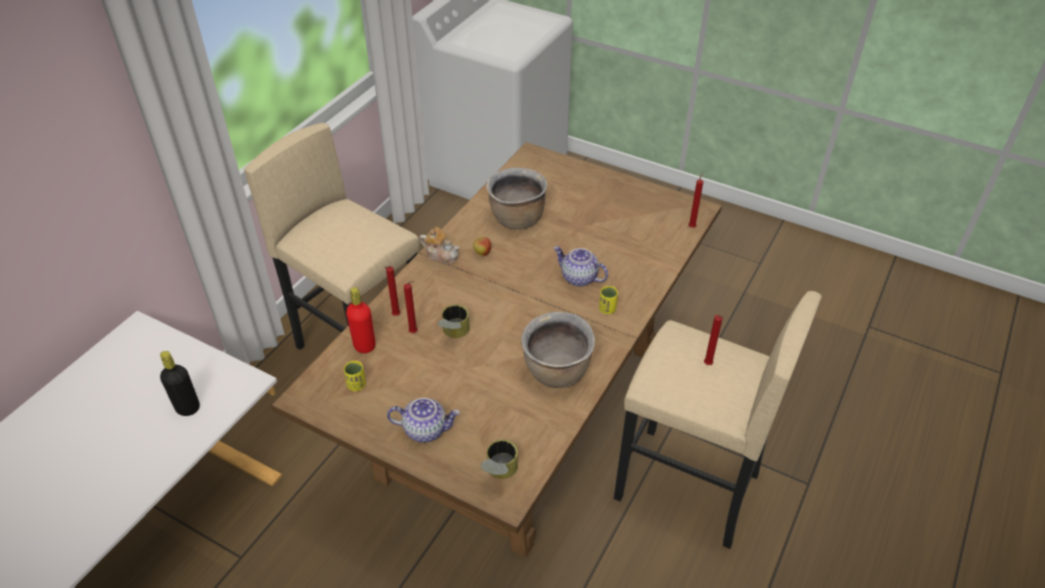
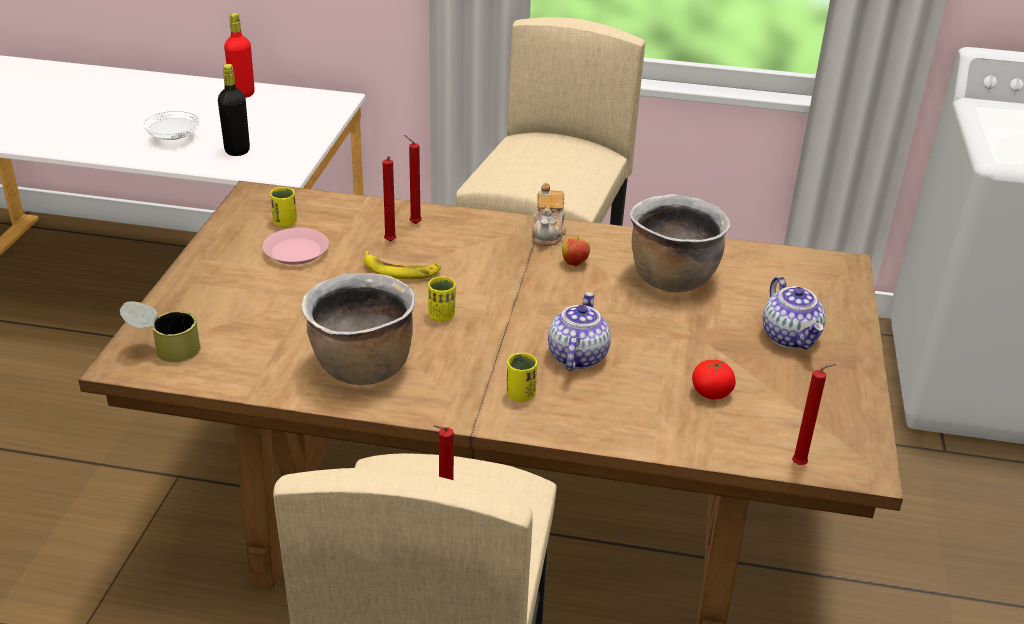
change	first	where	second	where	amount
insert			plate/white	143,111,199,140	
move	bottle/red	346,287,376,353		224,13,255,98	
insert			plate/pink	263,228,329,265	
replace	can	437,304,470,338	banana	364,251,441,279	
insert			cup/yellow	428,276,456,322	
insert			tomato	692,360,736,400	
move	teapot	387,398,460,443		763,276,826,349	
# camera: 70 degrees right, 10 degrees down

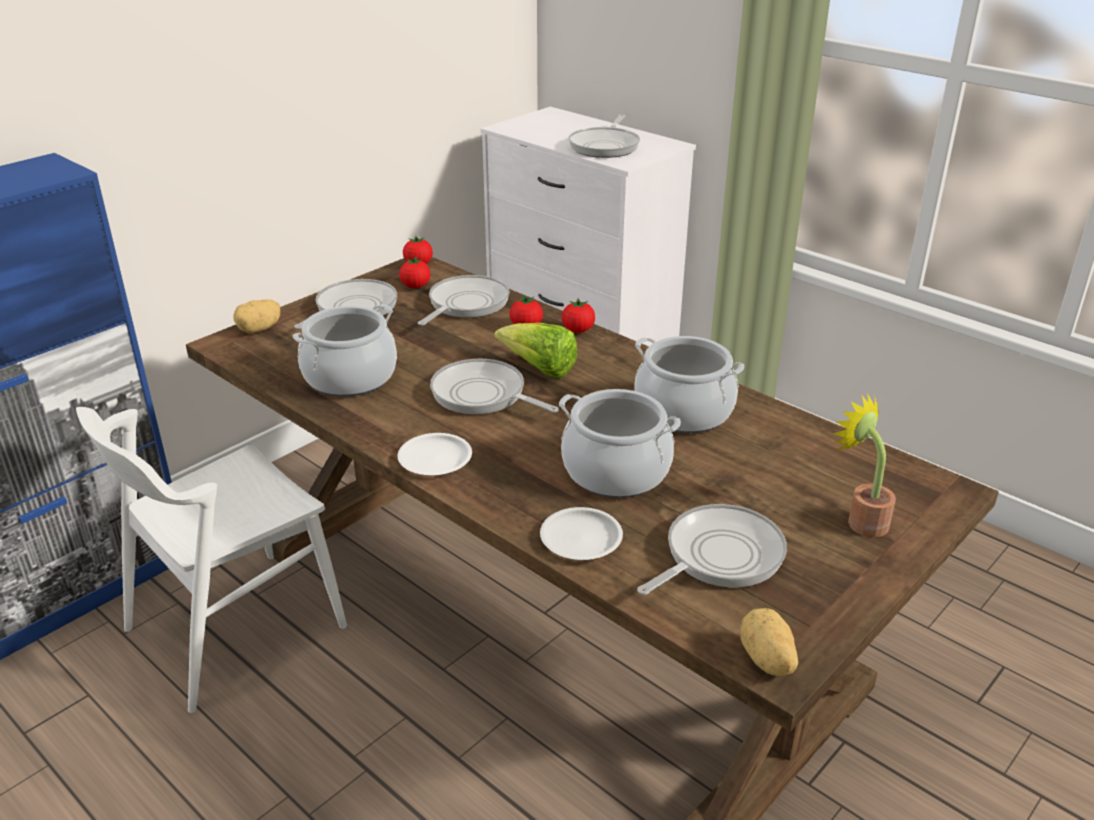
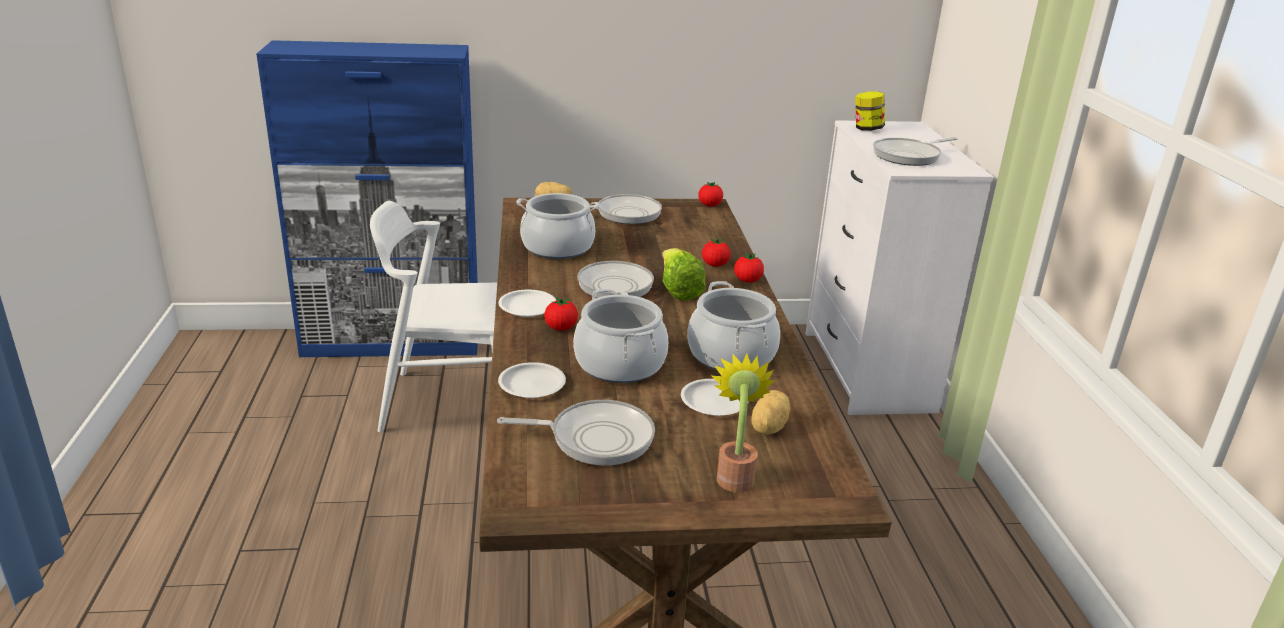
change	first	where	second	where	amount
move	tomato	399,256,430,288		544,297,578,331	
insert			plate/white	681,379,749,416	
move	potato	741,608,798,676		751,390,790,435	
insert			jar	855,92,885,131	
delete	frying pan	418,275,509,325			
# camera: 40 degrees right, 5 degrees down

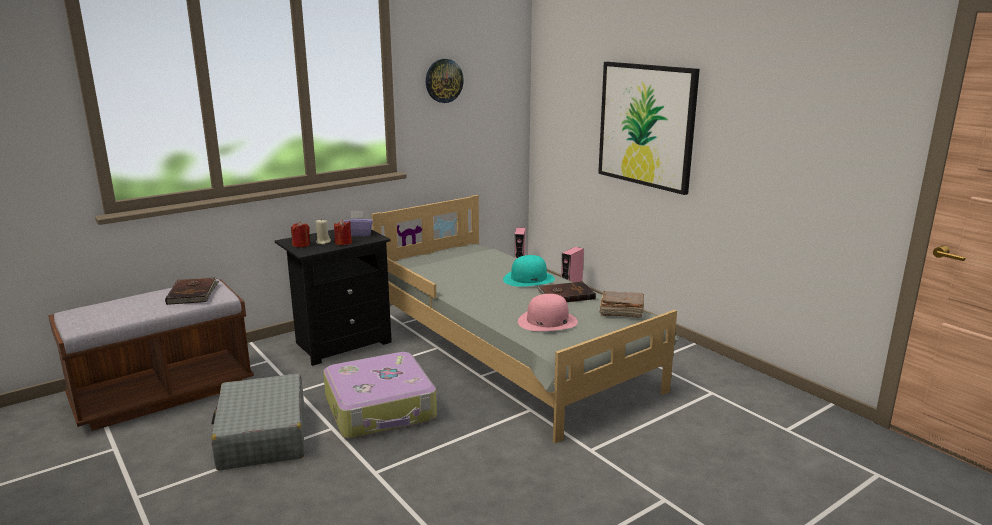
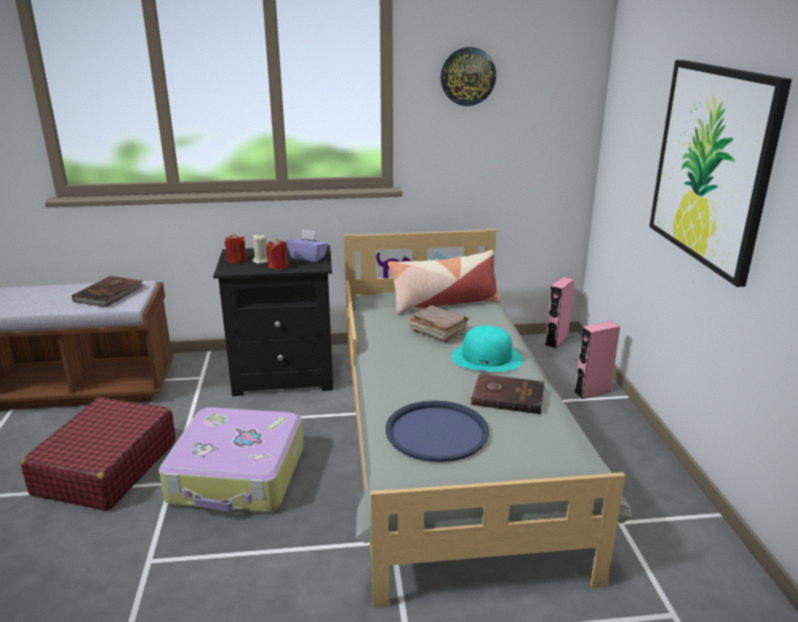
change	first	where	second	where	amount
recolor	suitcase/grey	211,374,304,470	suitcase/red	21,397,175,511	
replace	hat/pink	518,294,578,331	tray/blue	386,400,489,462	
insert			pillow	388,250,501,314	
move	book/brown	599,291,644,318		410,305,468,342	
# camera: 30 degrees right, 5 degrees up

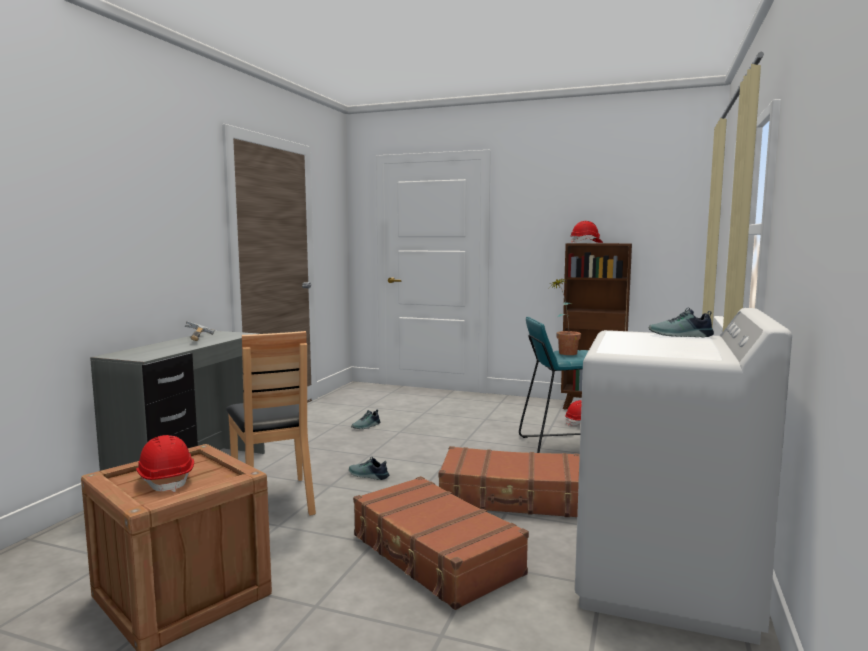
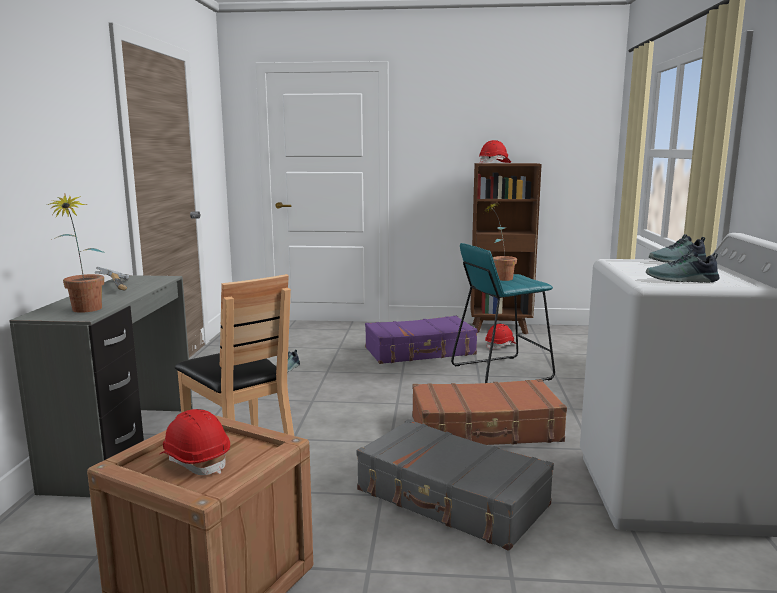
change	first	where	second	where	amount
insert			potted plant	46,194,105,313	
recolor	suitcase/brown	353,476,529,610	suitcase/grey	356,419,554,551	
insert			suitcase/purple	365,316,478,364	
move	shoe	349,457,389,480		646,249,719,283	
# camera: 15 degrees left, 5 degrees up

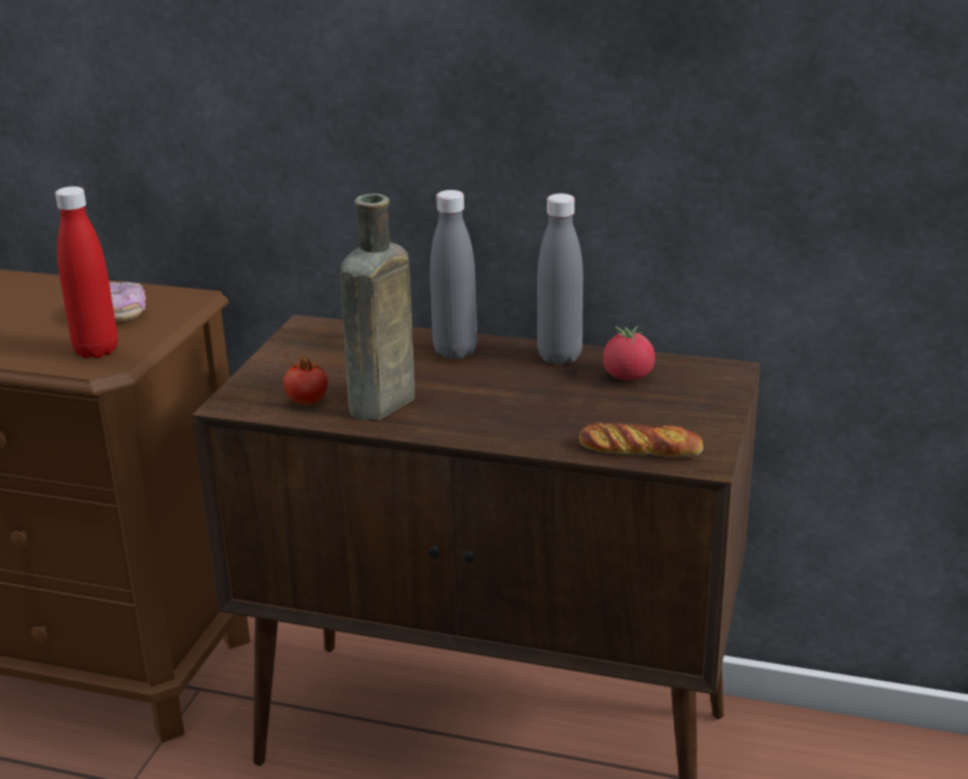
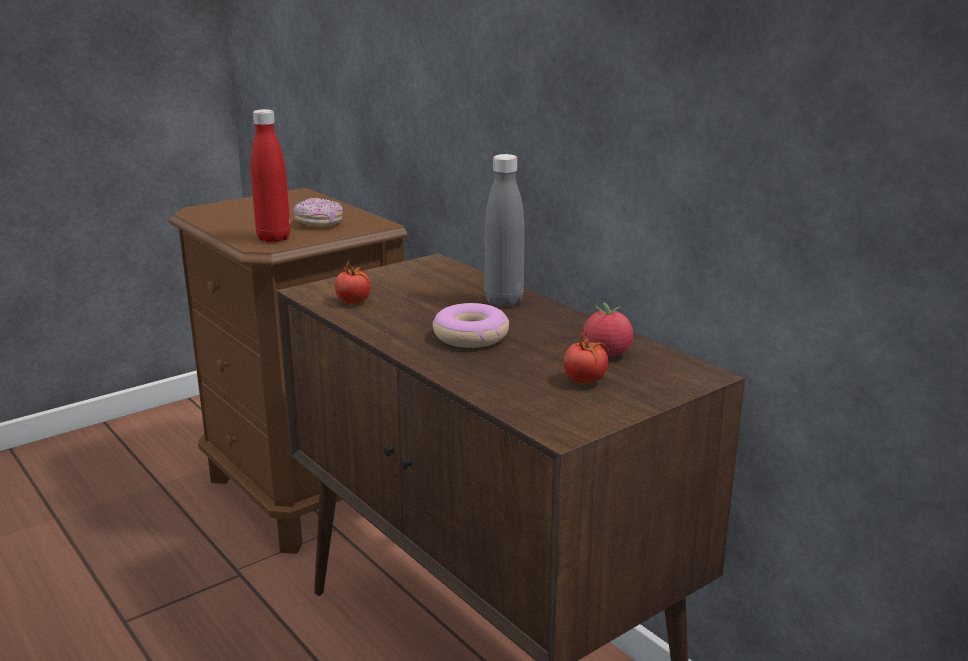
change	first	where	second	where	amount
insert			donut	432,303,509,348	
insert			tomato	563,328,609,384	
delete	bottle/brown	340,194,415,421			
delete	bottle/grey	537,193,583,365			
delete	bread	579,422,703,457			
# camera: 35 degrees right, 5 degrees down

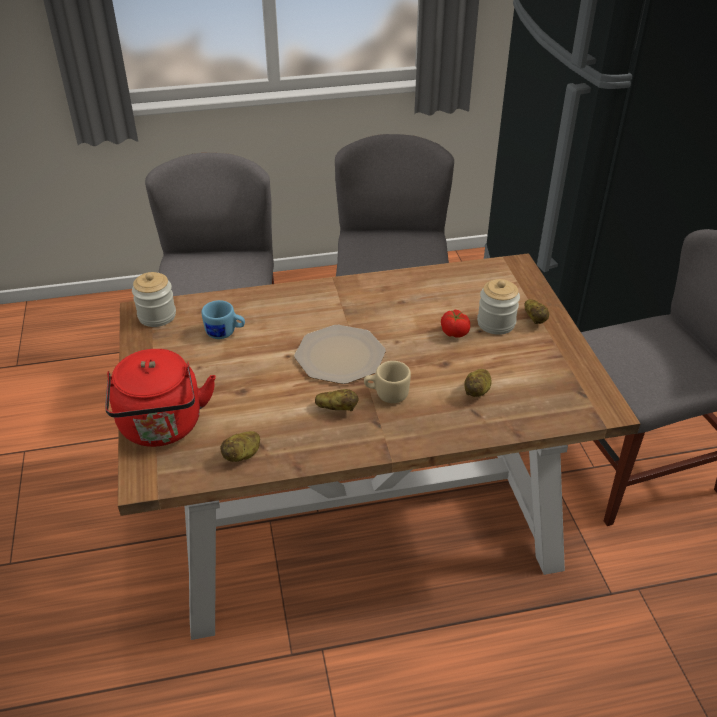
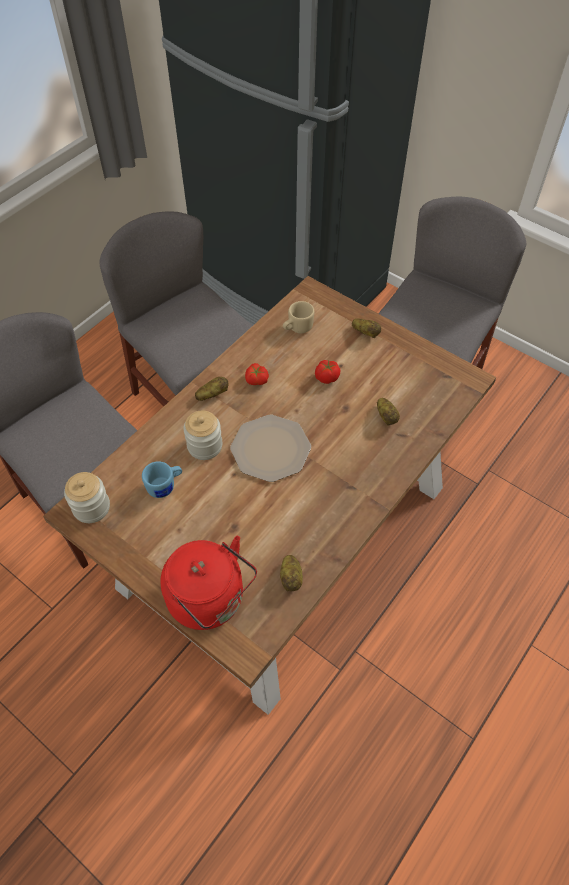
change	first	where	second	where	amount
move	jar	477,279,520,335		183,411,223,460	
move	potato	315,389,359,411		195,377,229,401	
insert			tomato	245,363,269,385	
move	mug/beige	364,361,411,403		283,301,314,333	
# camera: 40 degrees left, 15 degrees up

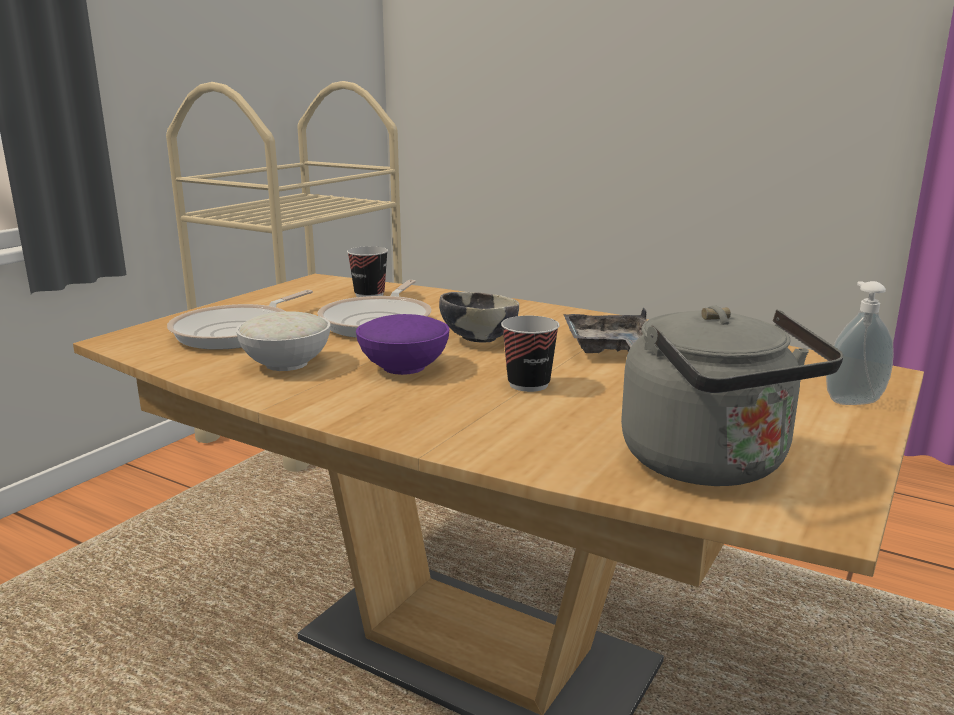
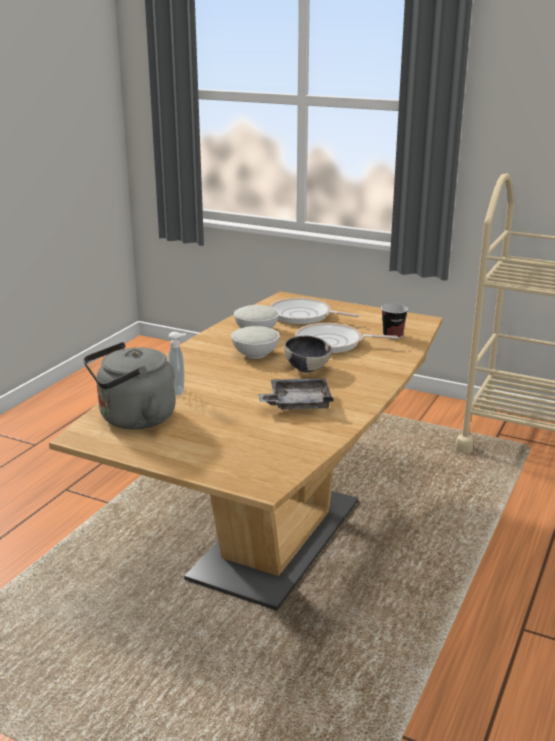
change	first	where	second	where	amount
move	soap dispenser	826,281,894,405		168,332,186,395	
recolor	bowl/purple	356,314,449,375	bowl/white	231,326,279,359	
delete	cup	501,316,560,392			
# camera: 85 degrees right, 5 degrees up

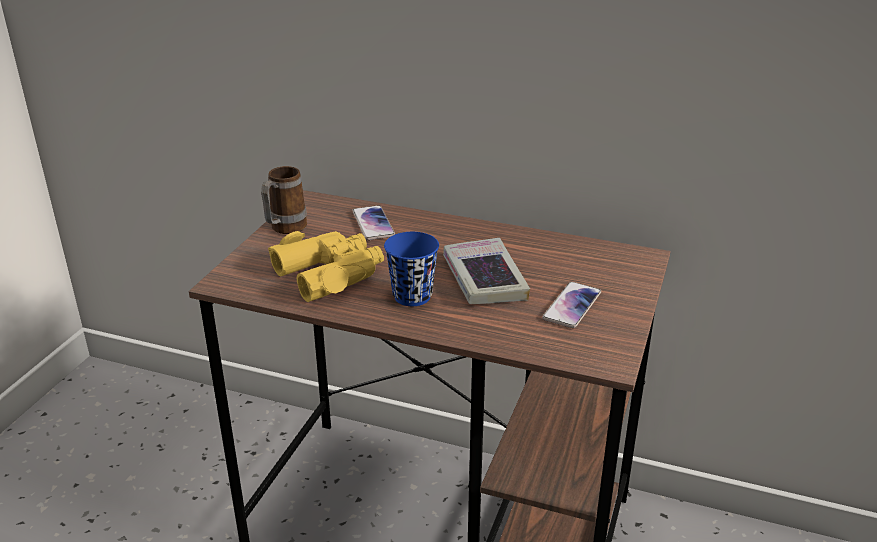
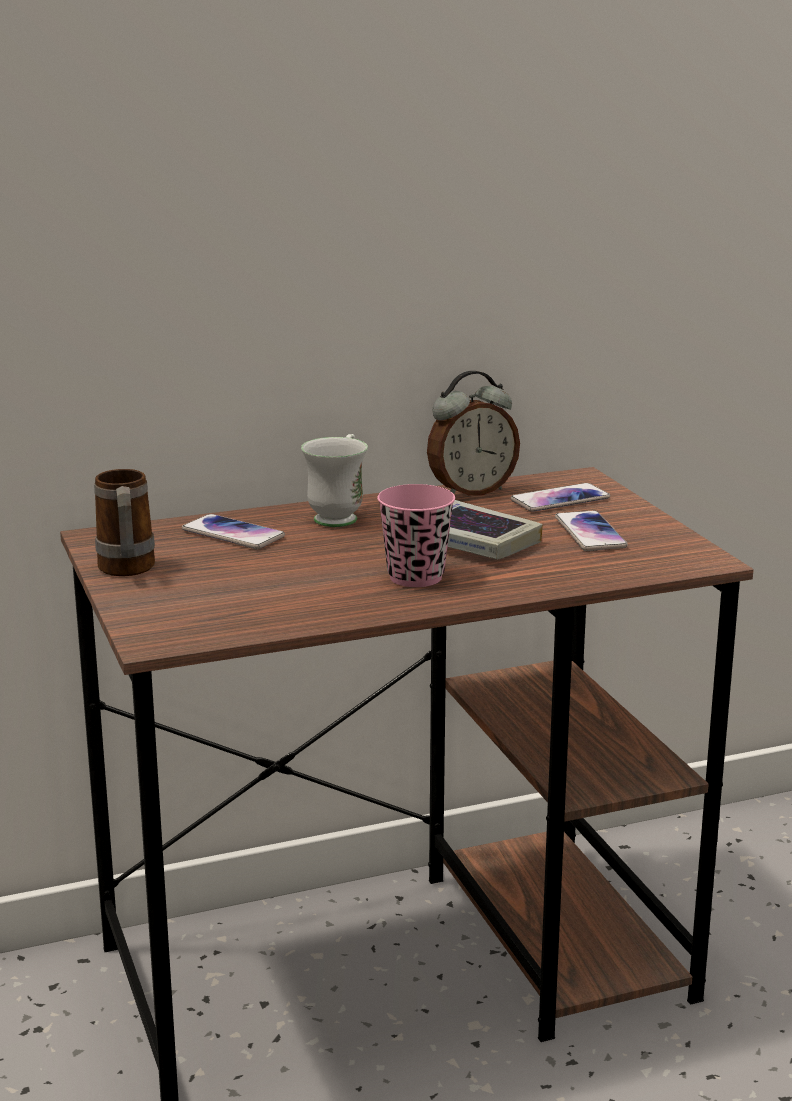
change	first	where	second	where	amount
insert			mug/white	301,434,368,527	
recolor	cup/blue	384,232,439,306	cup/pink	377,484,455,587	
insert			alarm clock	427,371,520,496	
insert			phone	511,483,610,511	
delete	binoculars/yellow	268,231,384,302			
# camera: 40 degrees left, 10 degrees down

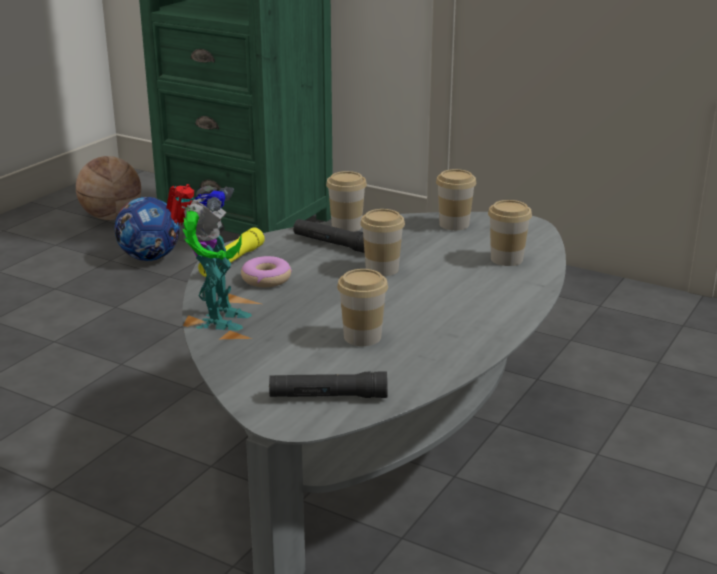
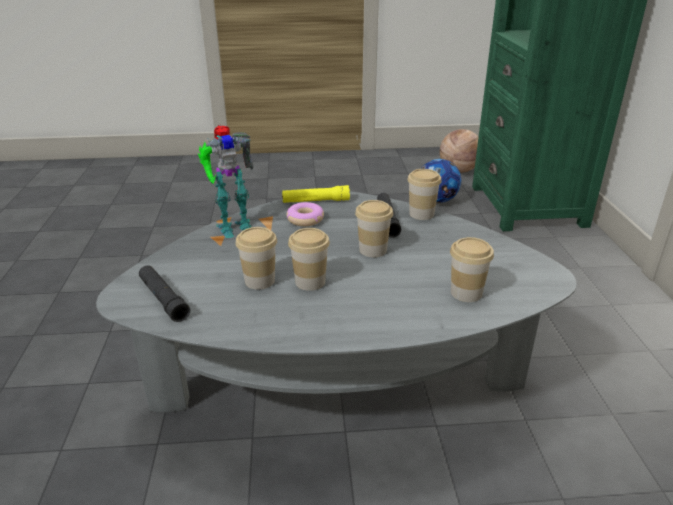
change	first	where	second	where	amount
move	cup	436,169,476,230		288,228,330,291	
# camera: 55 degrees right, 5 degrees up

